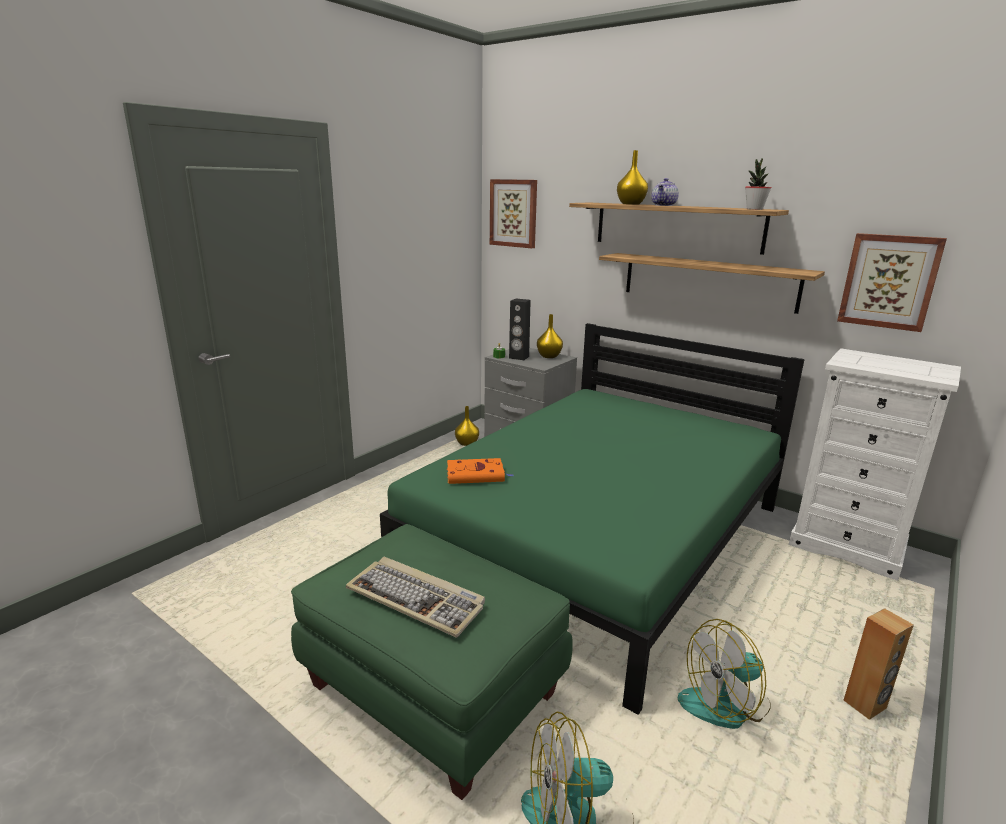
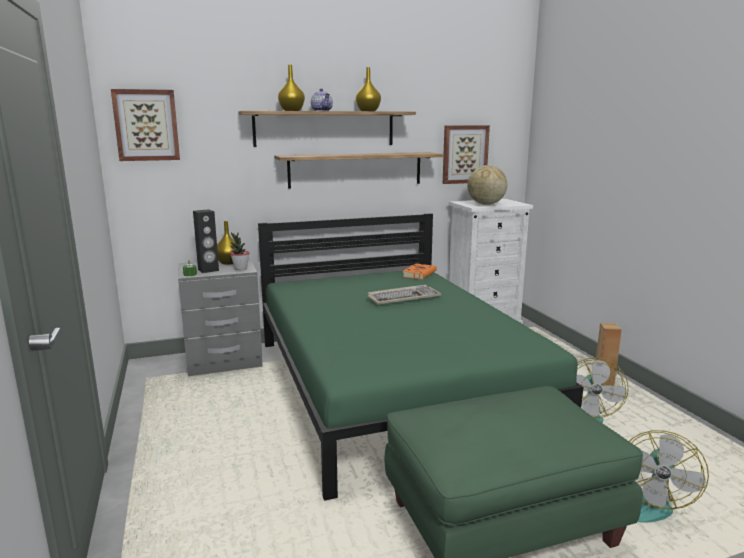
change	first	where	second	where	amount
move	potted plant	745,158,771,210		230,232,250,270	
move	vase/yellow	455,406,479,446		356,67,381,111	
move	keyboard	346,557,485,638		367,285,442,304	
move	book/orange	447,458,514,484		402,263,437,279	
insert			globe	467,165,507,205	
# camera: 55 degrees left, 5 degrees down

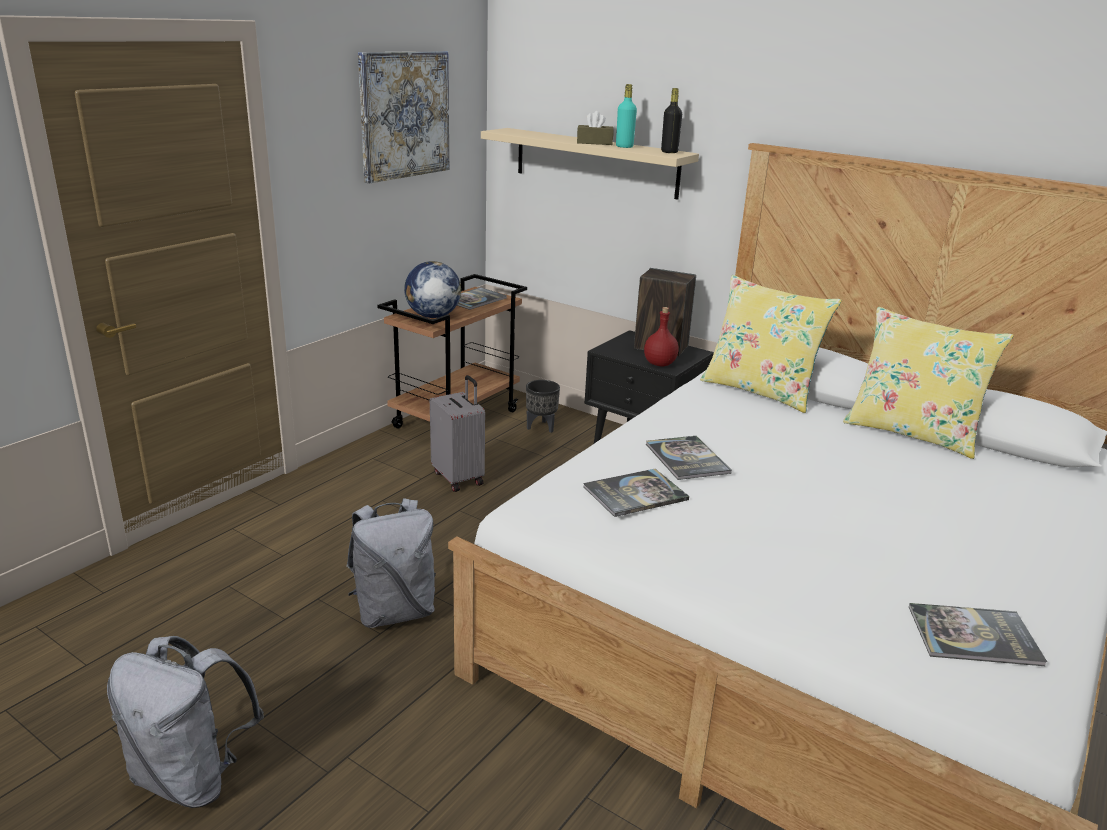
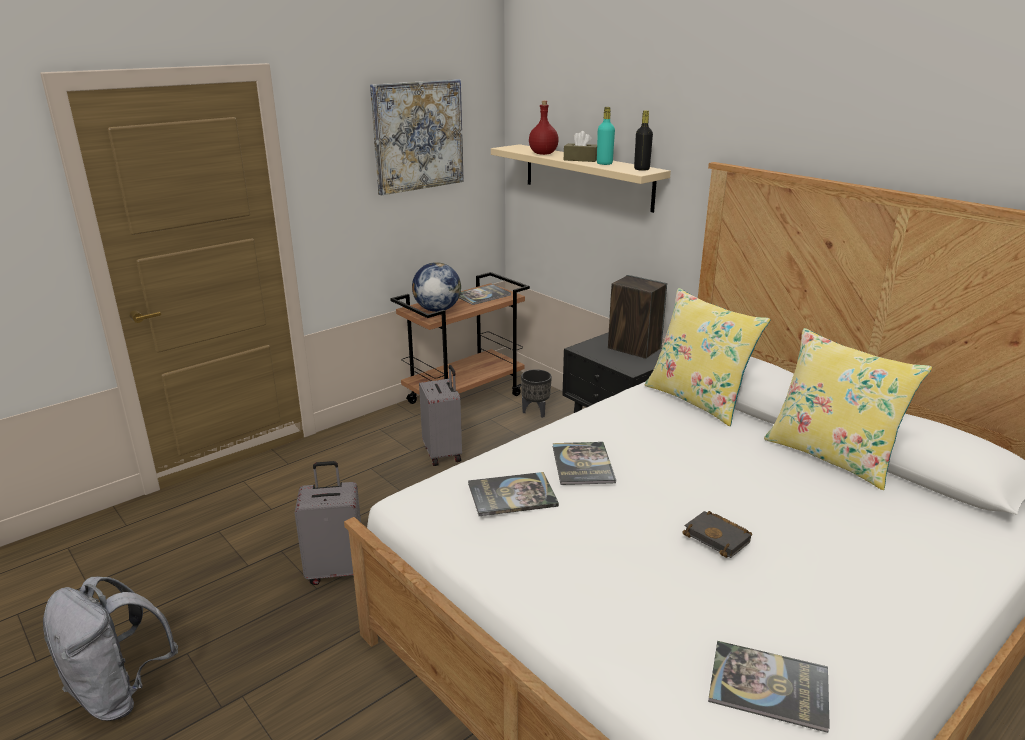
change	first	where	second	where	amount
replace	backpack/grey	347,498,436,628	suitcase/grey	295,461,361,585	
move	bottle/red	644,307,679,366		529,100,559,155	
insert			book/black	683,511,752,558	
# camera: 15 degrees right, 0 degrees up

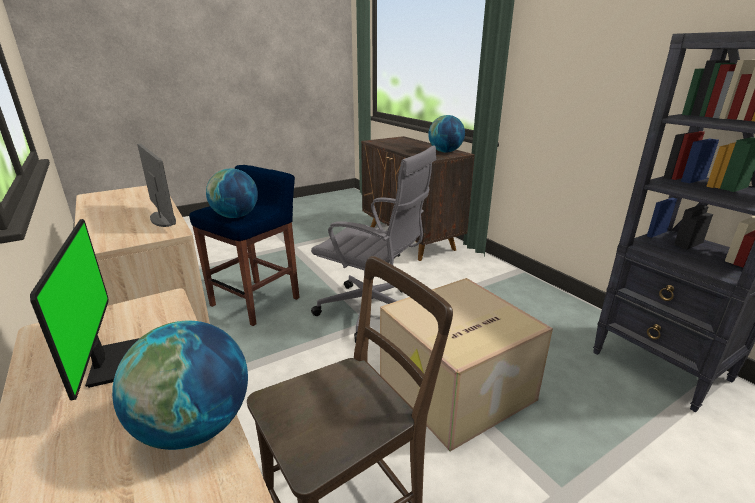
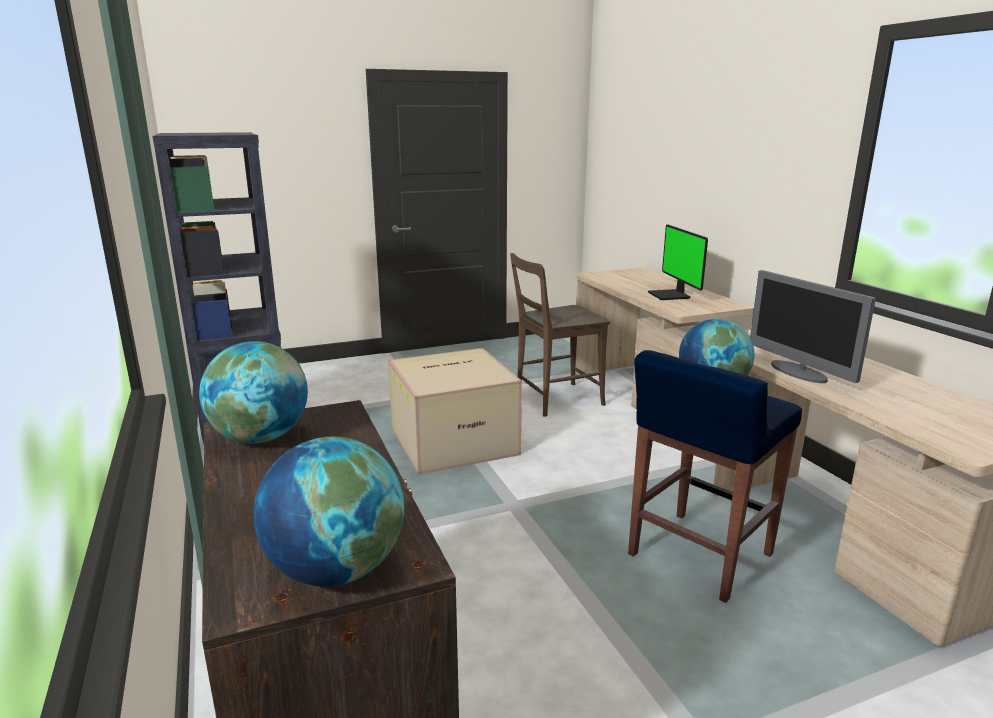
change	first	where	second	where	amount
move	globe	112,321,248,450		254,437,404,586	
delete	office chair/grey	311,146,436,343			
# camera: 170 degrees left, 5 degrees down

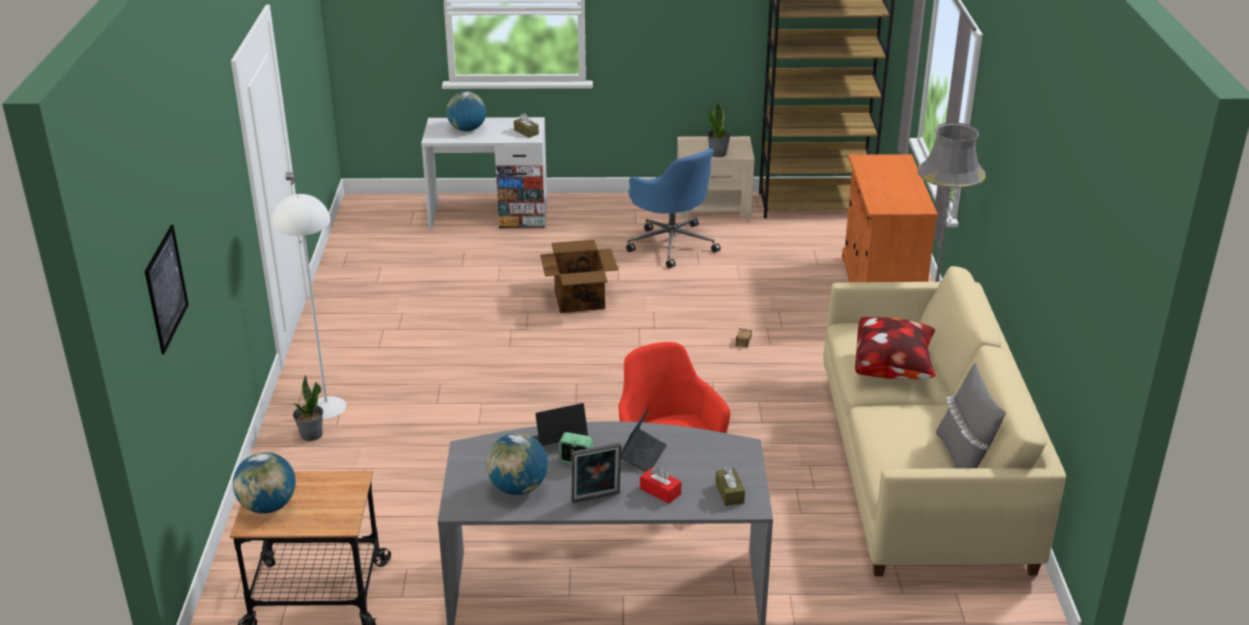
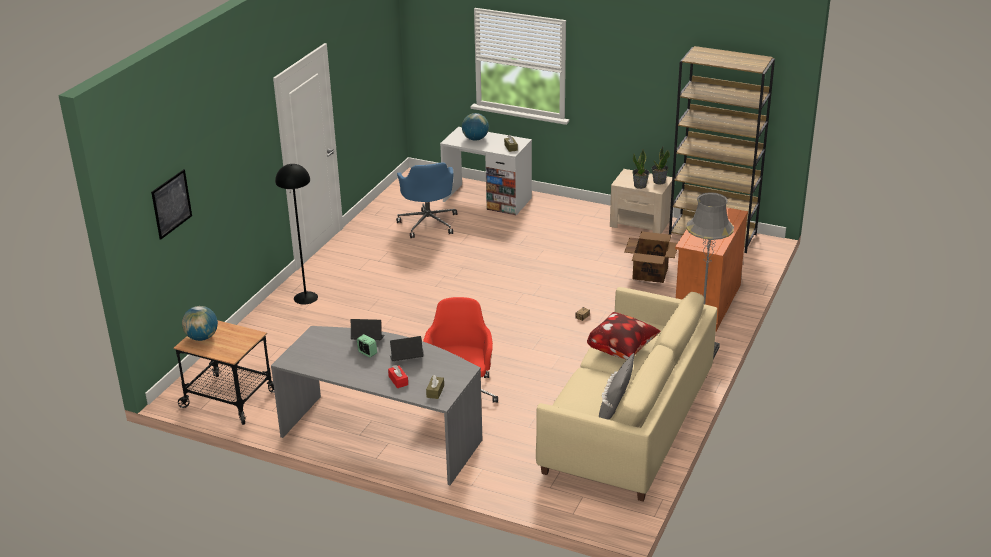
change	first	where	second	where	amount
recolor	floor lamp/white	272,194,346,419	floor lamp/black	275,164,318,304	
rotate	laptop	621,406,667,472		390,336,423,361	150 degrees counterclockwise
move	office chair/blue	626,148,721,268		396,162,457,238	
move	cardboard box	540,240,618,313		624,231,677,283	
move	potted plant	293,375,323,441		651,146,670,184	
delete	globe	486,433,548,495			
delete	picture frame	571,443,621,503			
# camera: 25 degrees right, 0 degrees up

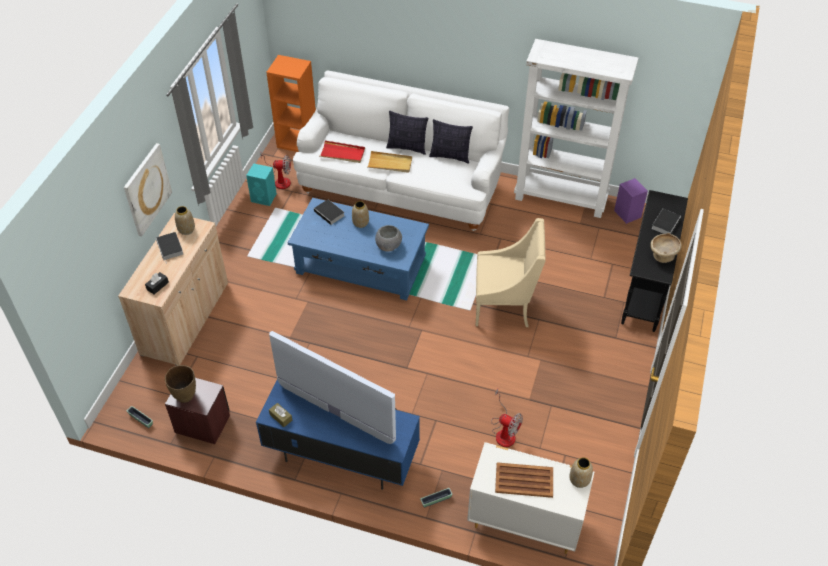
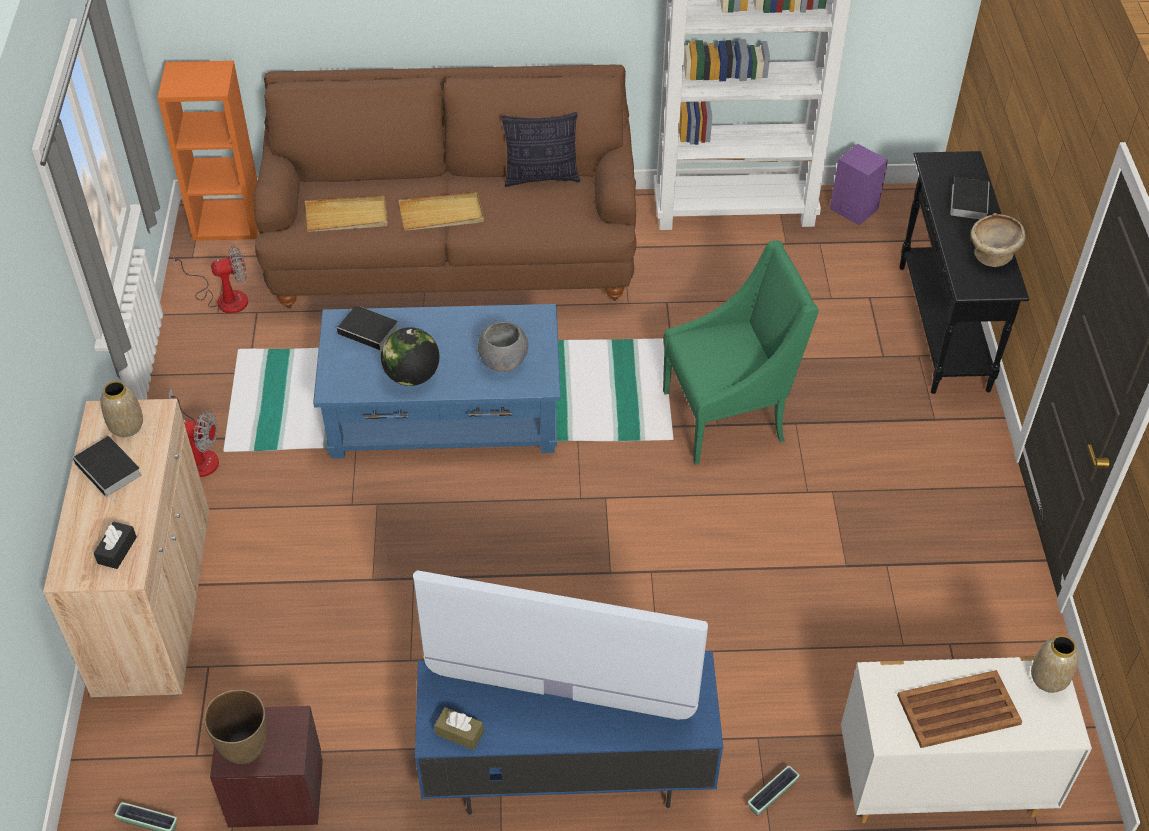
change	first	where	second	where	amount
move	fan	491,389,523,447		168,388,219,477	
recolor	sofa/white	293,70,509,231	sofa/brown	254,65,637,309	
recolor	tray/red	319,140,365,163	tray/beige	305,196,388,232	
insert			globe	381,327,440,386	
recolor	armchair/beige	476,218,545,327	armchair/green	663,241,819,465	
delete	picture	124,143,172,237			
delete	speaker/turquoise	246,163,277,206			
delete	vase	352,201,369,228			
delete	pillow	386,111,428,155			
# camera: 20 degrees left, 0 degrees up

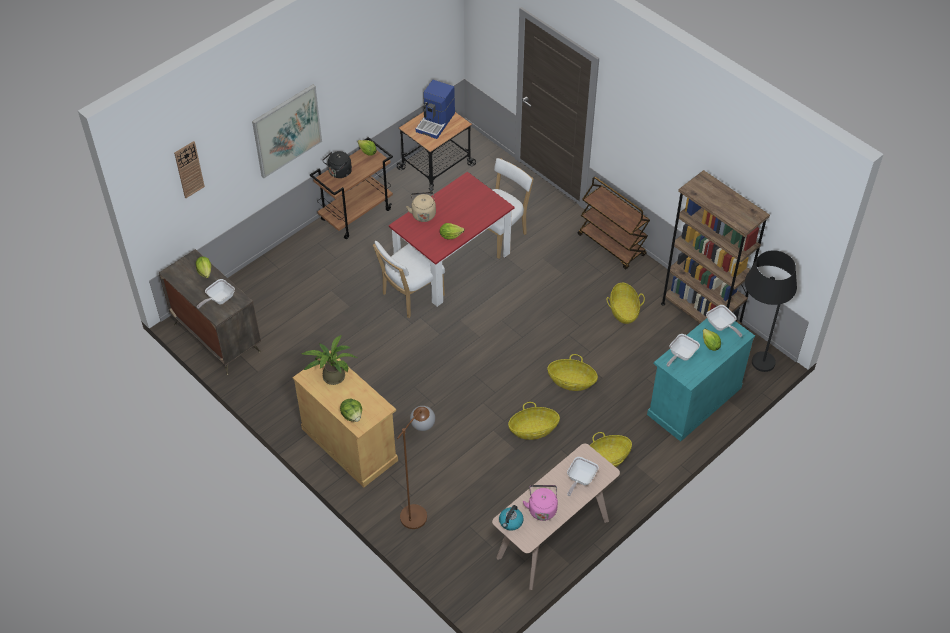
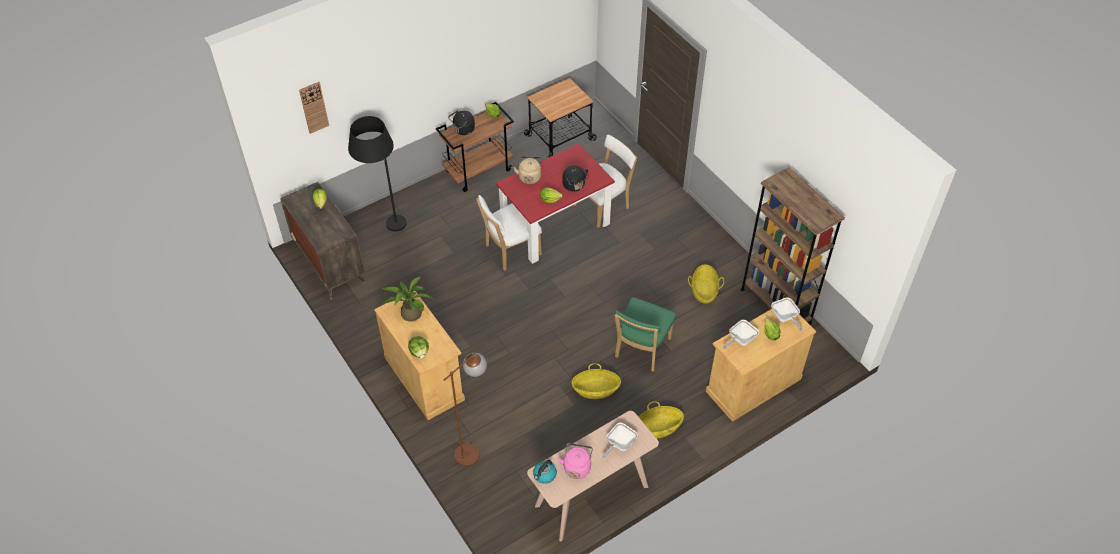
change	first	where	second	where	amount
move	floor lamp/black	745,250,797,372		348,116,407,232	
insert			kettle/black	562,165,589,191	
replace	basket	547,354,598,391	chair/green	615,297,676,371	
recolor	cabinet/turquoise	647,318,755,442	cabinet/beige	706,309,816,422	
delete	frying pan	197,279,235,309			
delete	picture	252,85,322,178			
delete	coffee machine	416,80,455,139			
delete	cart/brown	578,177,650,270			
# camera: 10 degrees right, 0 degrees up

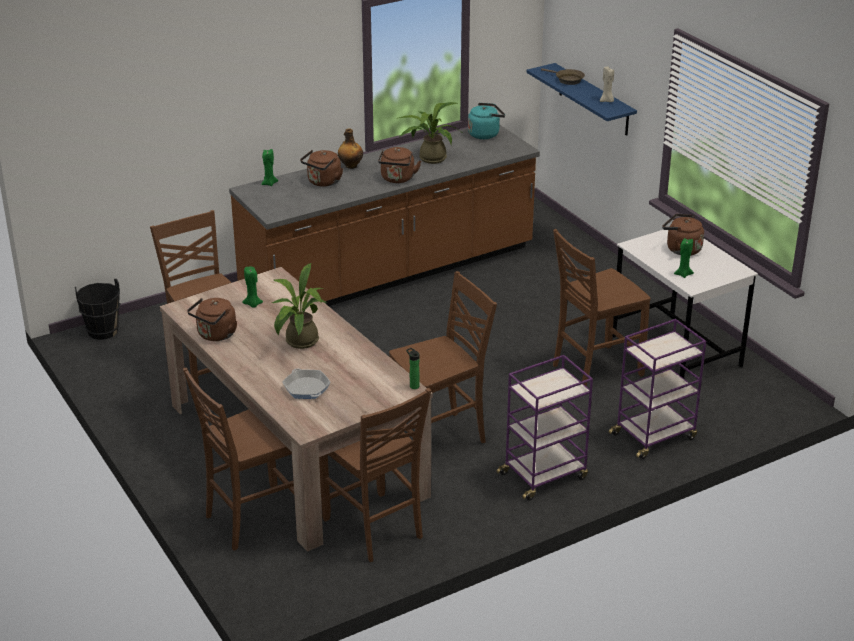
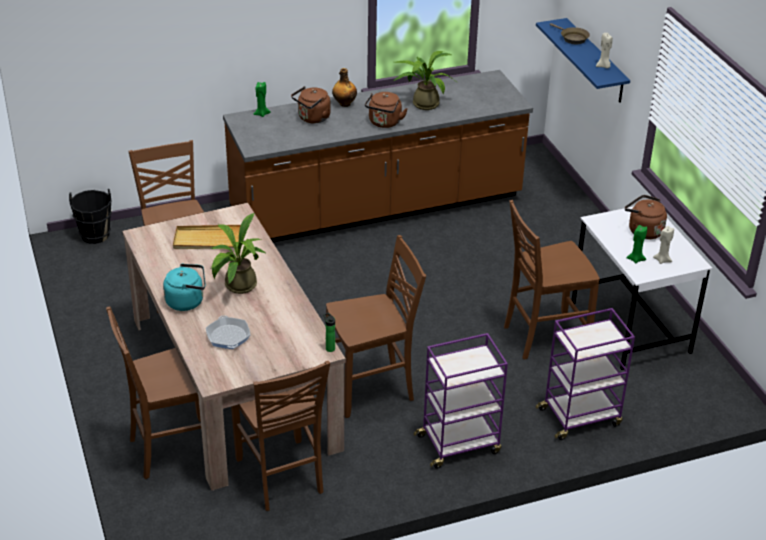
change	first	where	second	where	amount
move	kettle/turquoise	468,103,505,139		163,264,205,311	
replace	candle/green	242,267,263,308	tray/beige	173,225,241,249	
insert			candle/beige	653,226,674,264	
delete	kettle/brown	187,298,237,341			
# camera: 10 degrees right, 5 degrees up

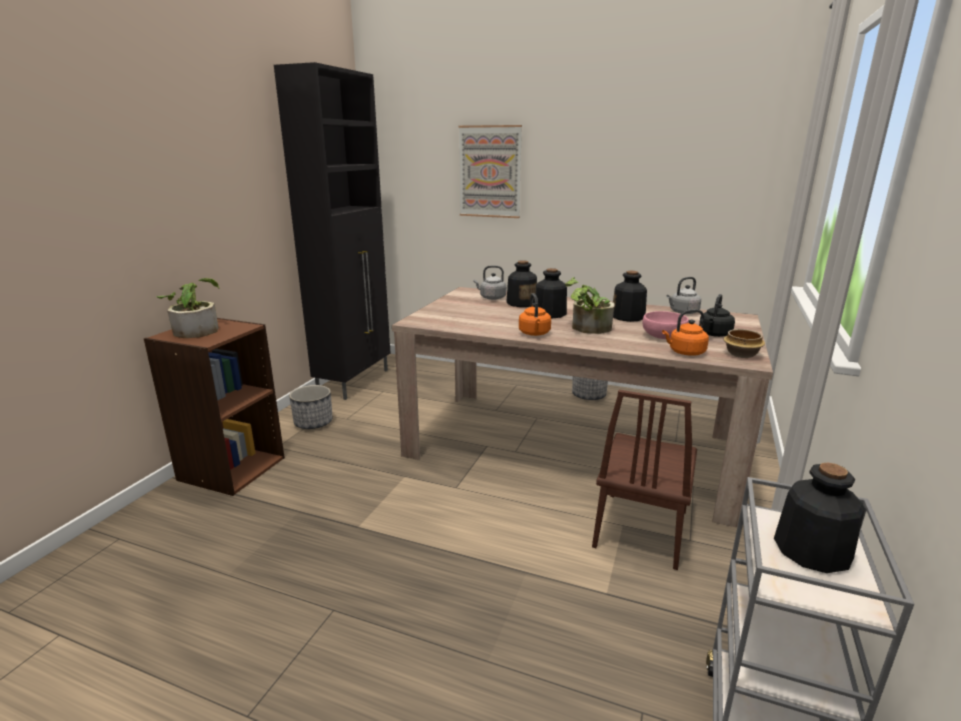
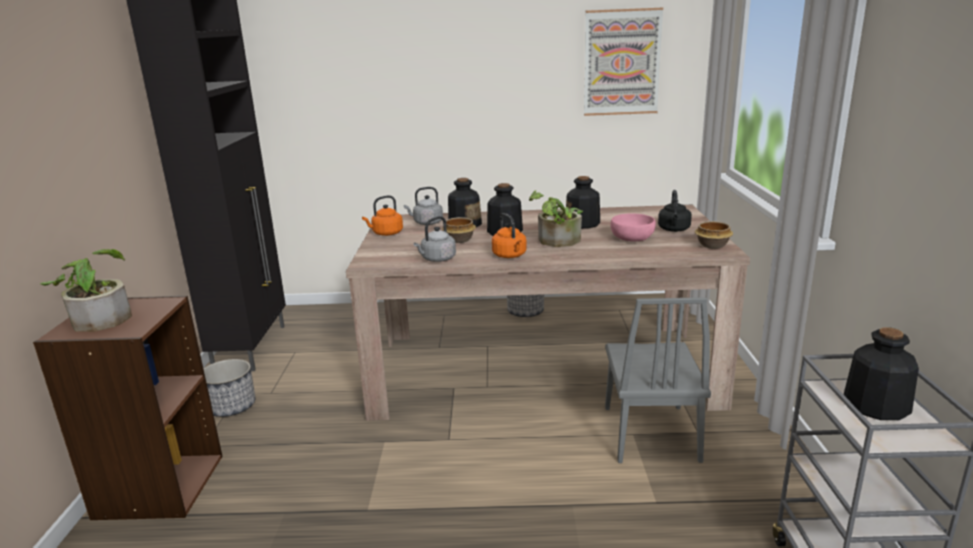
change	first	where	second	where	amount
move	kettle/orange	662,309,709,356		362,195,403,236	
move	kettle/grey	666,277,701,314		413,216,456,262	
insert			bowl	442,217,476,243	
move	picture	459,125,522,218		584,8,663,116	
recolor	chair/brown	592,390,697,570	chair/grey	605,297,711,463	
# camera: 20 degrees left, 0 degrees up

